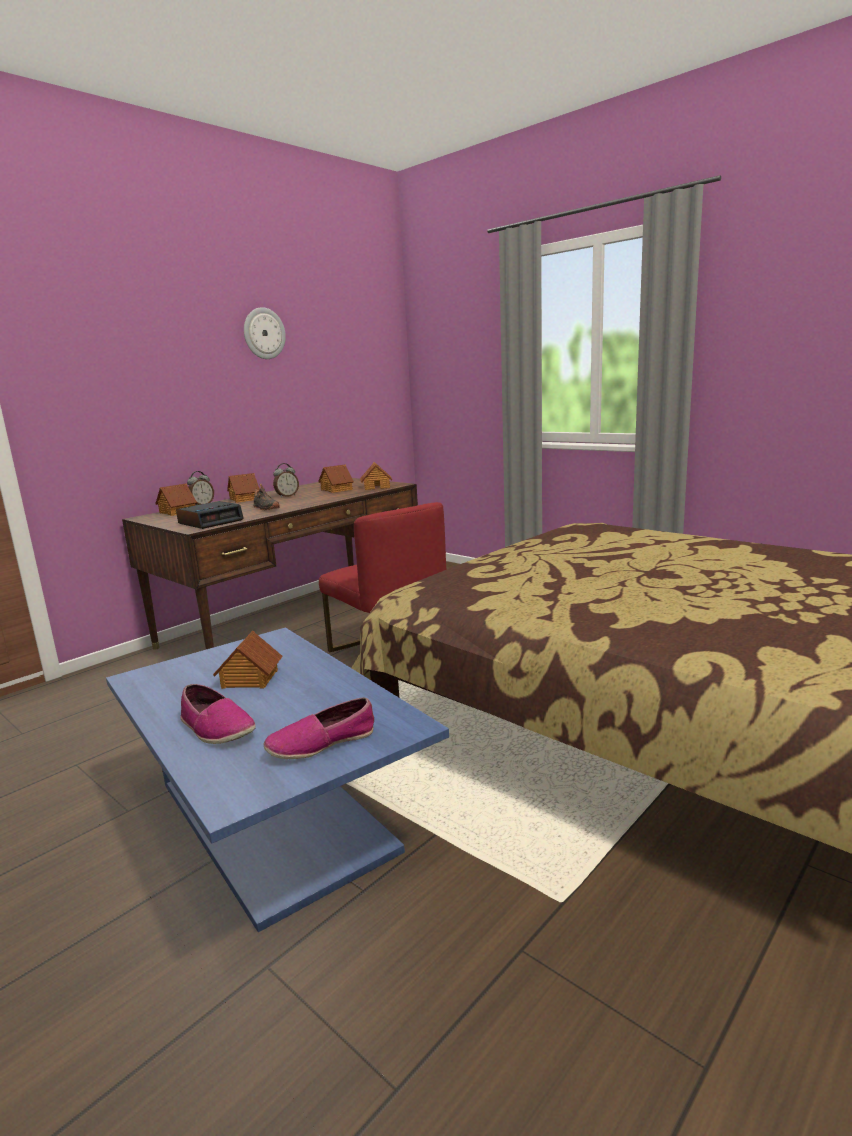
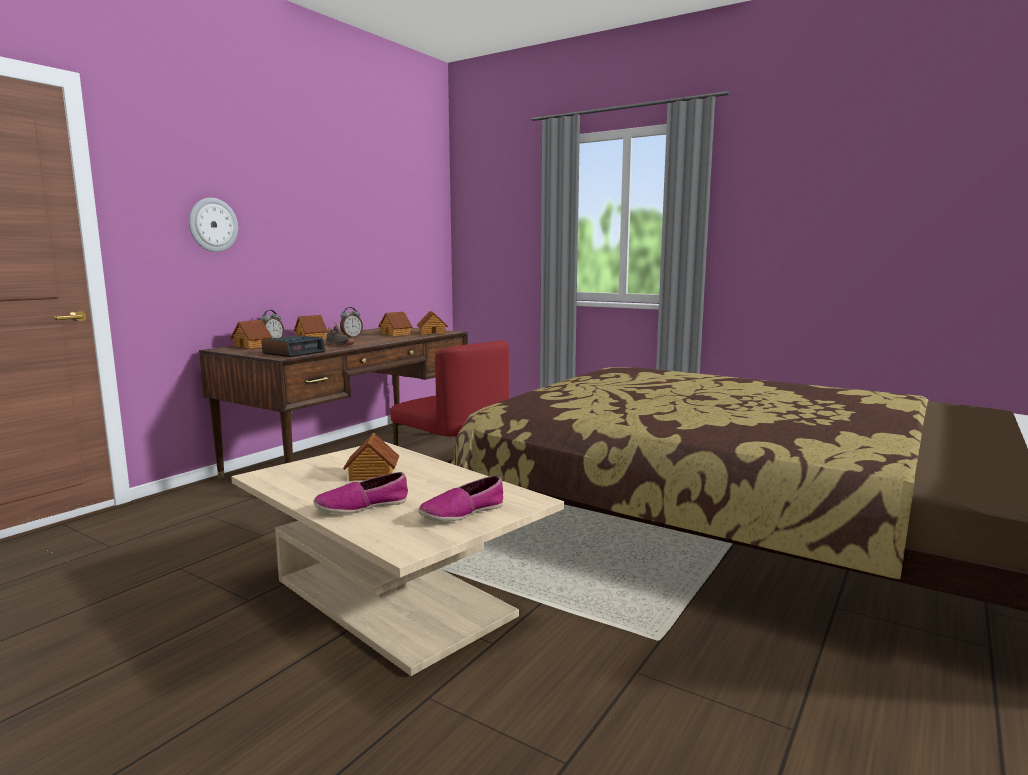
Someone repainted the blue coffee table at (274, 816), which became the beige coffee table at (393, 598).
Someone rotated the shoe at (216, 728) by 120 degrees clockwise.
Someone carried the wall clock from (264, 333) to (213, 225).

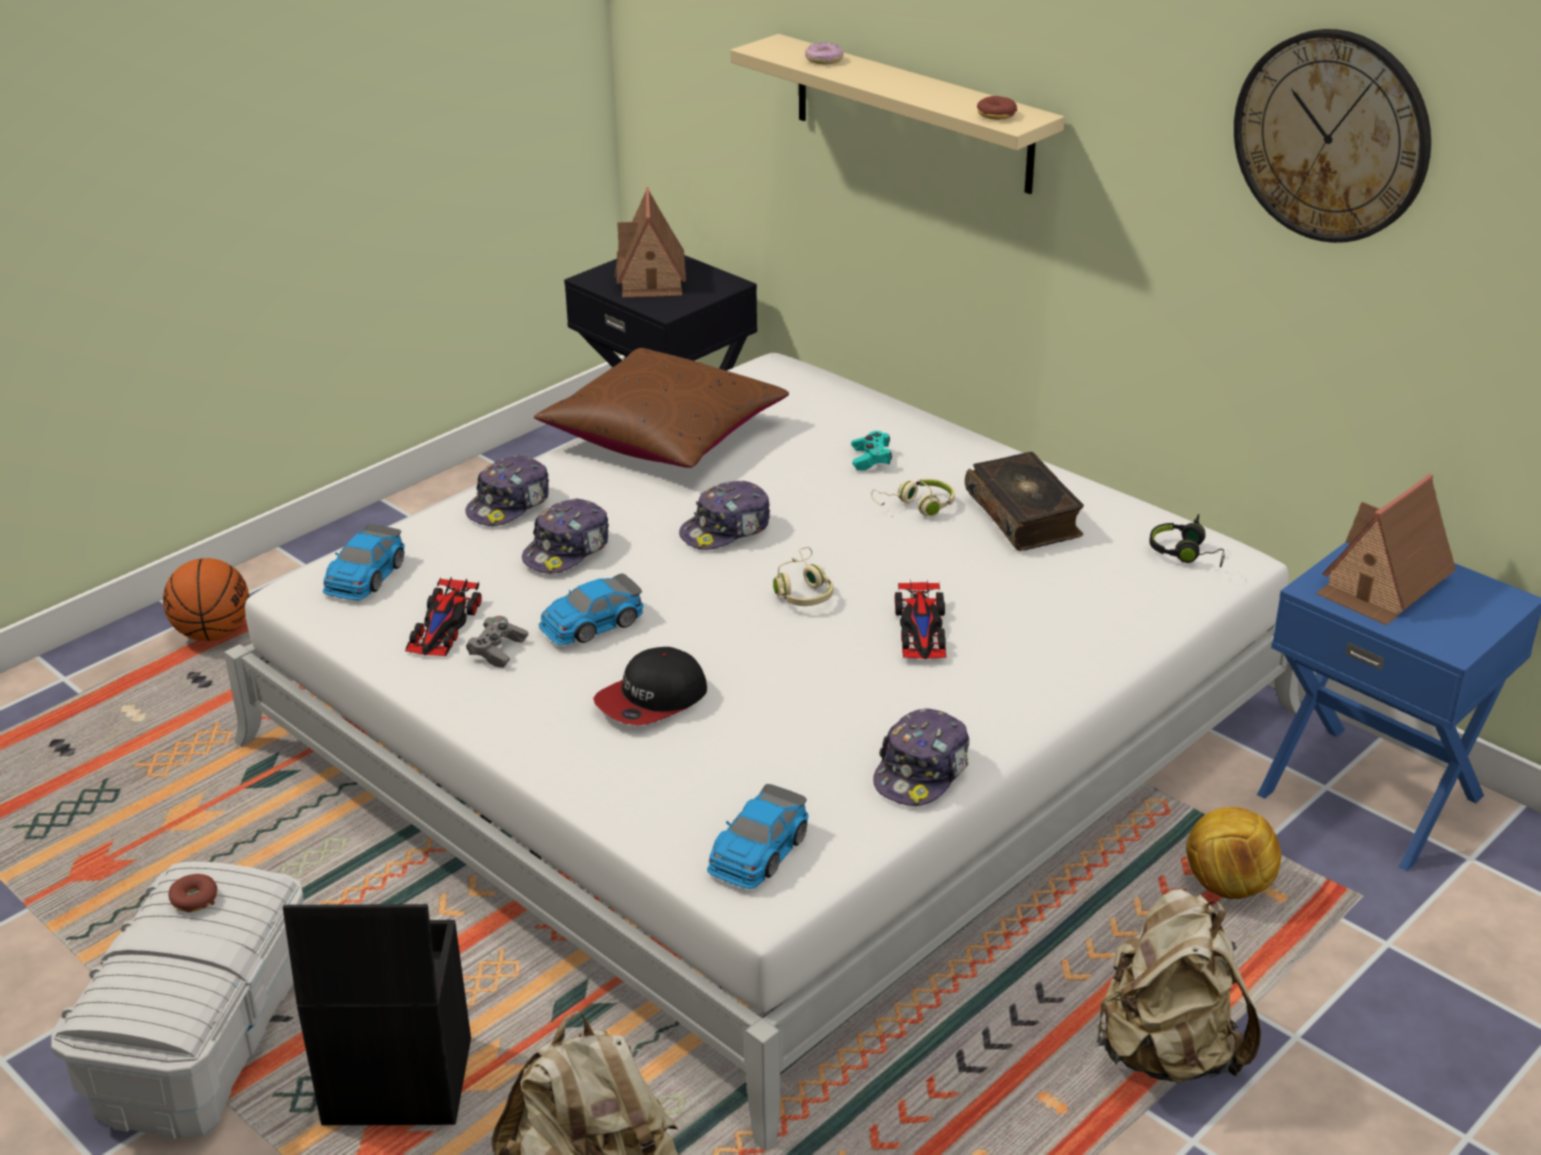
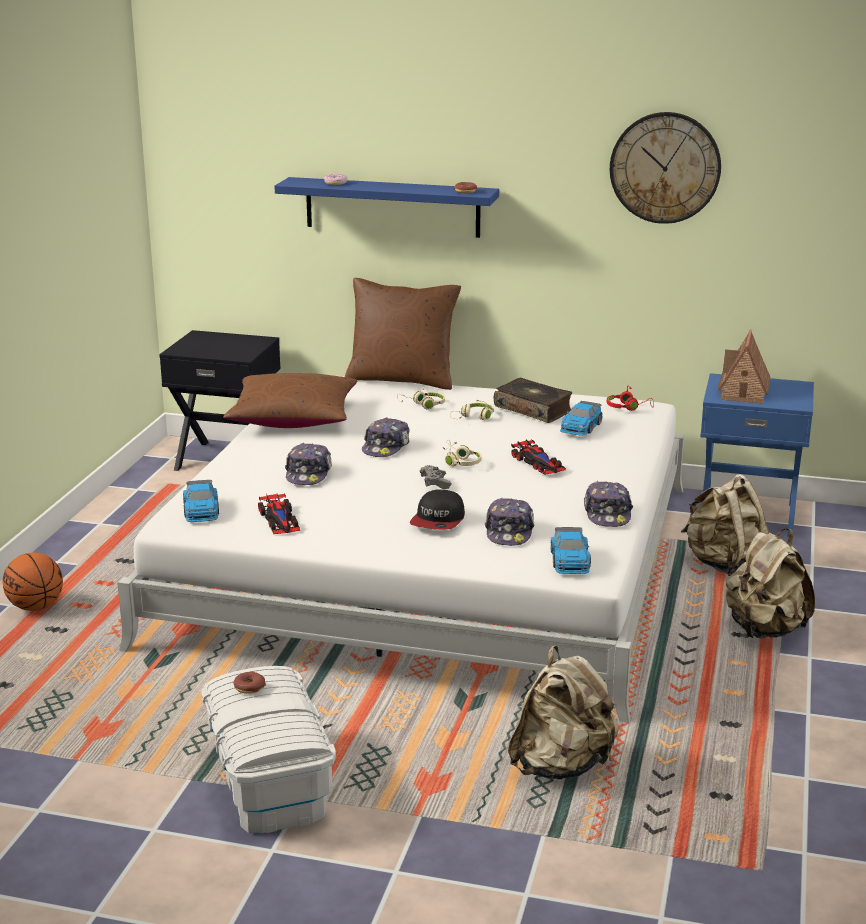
Someone took away the black storage box at (394, 1083).
Someone carried the cap from (510, 504) to (509, 532).
Someone carried the grey game controller from (498, 650) to (435, 483).
Someone carried the toy car from (591, 623) to (581, 427).
Someone took away the toy house at (651, 277).
Someone repainted the beige shelf at (912, 113), which became the blue shelf at (392, 207).
Someone swapped the turquoise game controller at (871, 459) for the beige headphones at (423, 405).
Someone repainted the black headphones at (1186, 553), which became the red headphones at (628, 407).
Someone swapped the football at (1226, 886) for the beige backpack at (723, 564).
Someone put down the brown pillow at (402, 379).

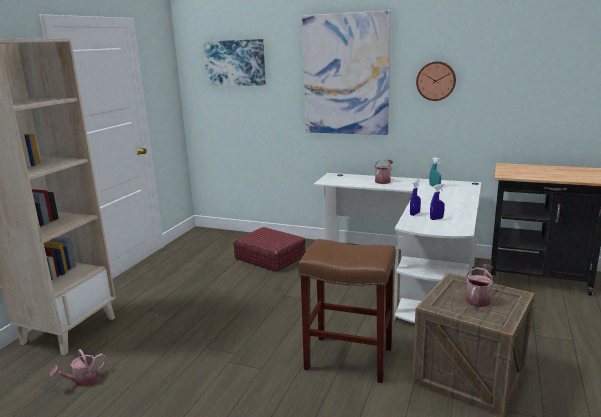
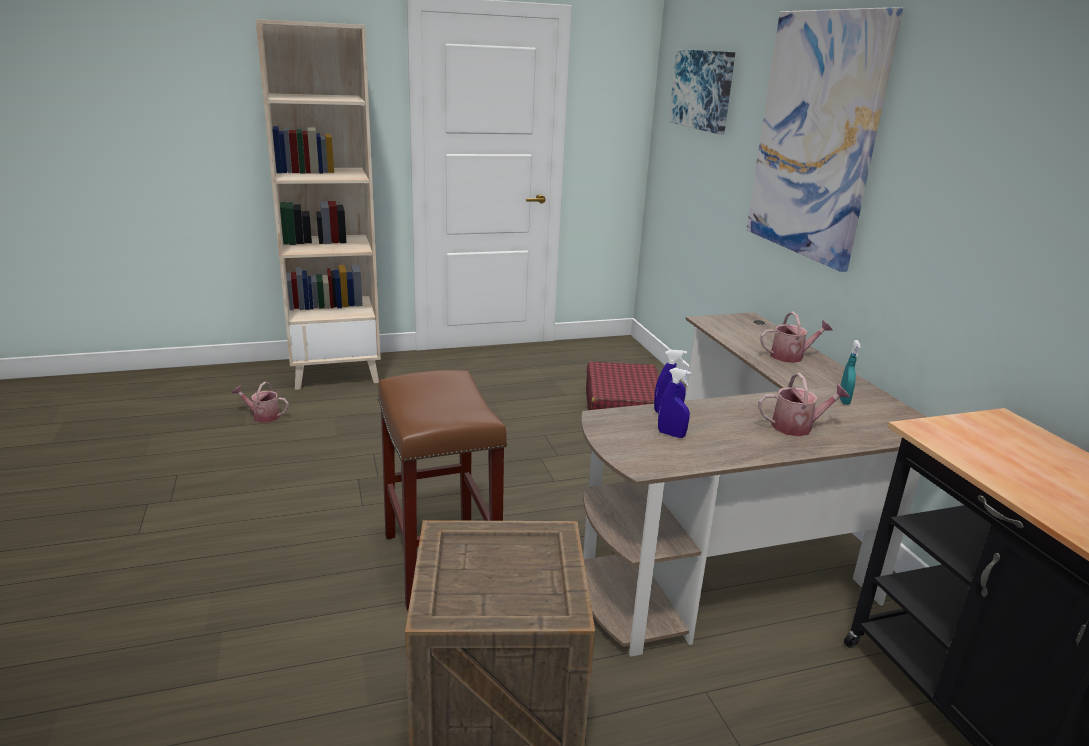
Someone repainted the white desk at (411, 276), which became the brown desk at (740, 544).
Someone took away the wall clock at (436, 81).
Someone carried the watering can from (478, 299) to (797, 427).

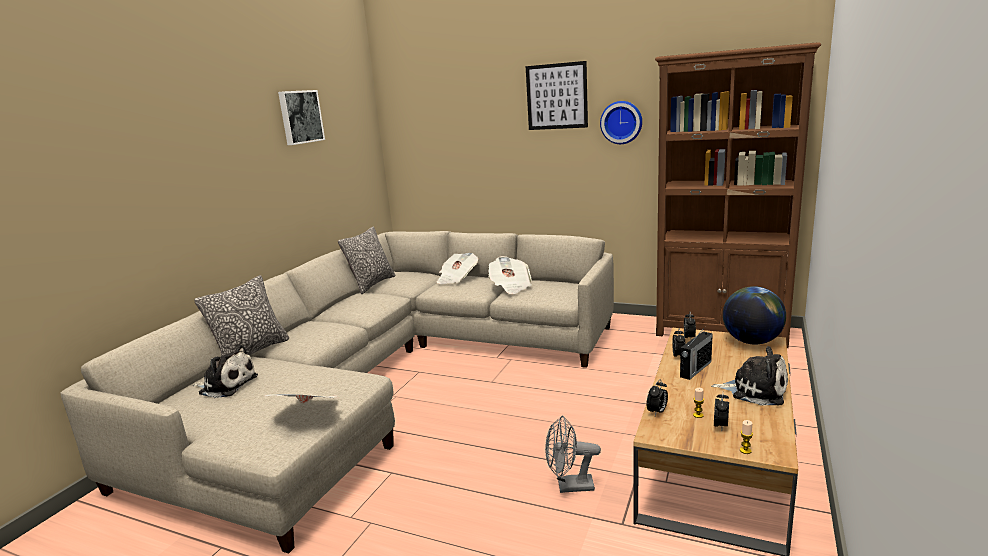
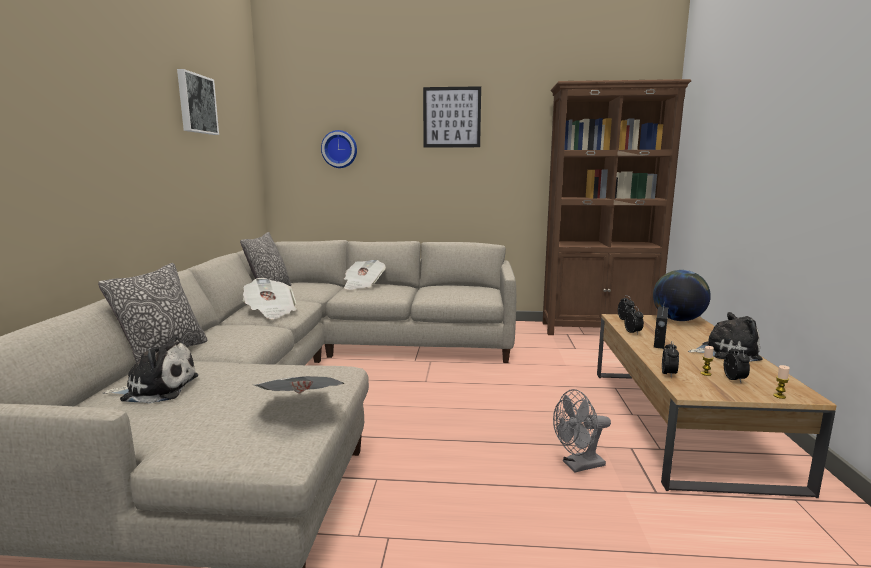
Someone carried the newspaper from (510, 286) to (271, 312).
Someone carried the wall clock from (621, 122) to (339, 149).

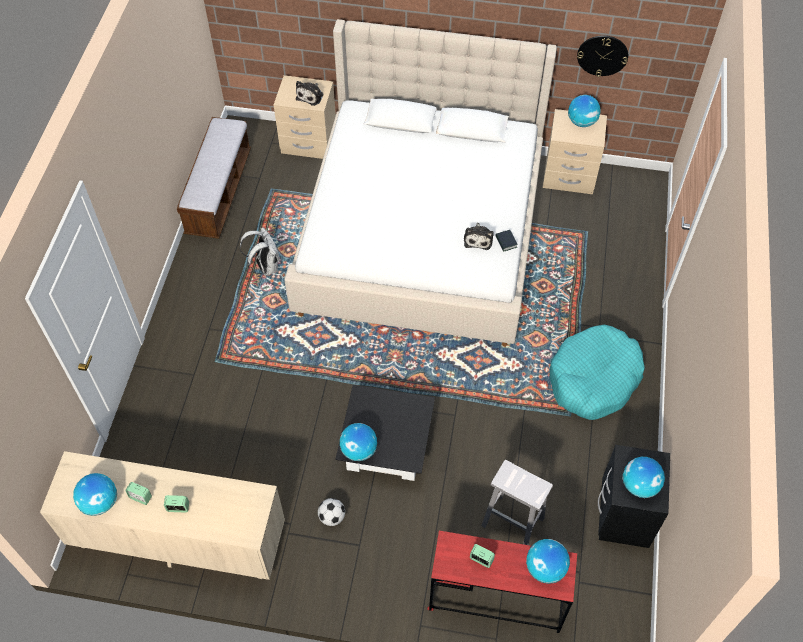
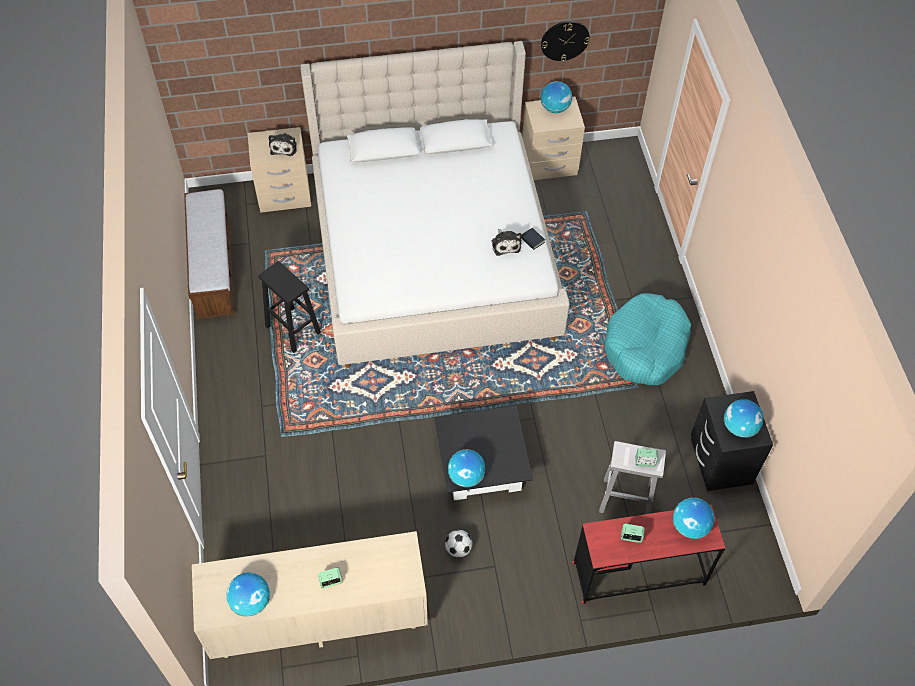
Someone carried the alarm clock from (140, 497) to (645, 462).
Someone swapped the white backpack at (265, 266) for the black stool at (292, 329).

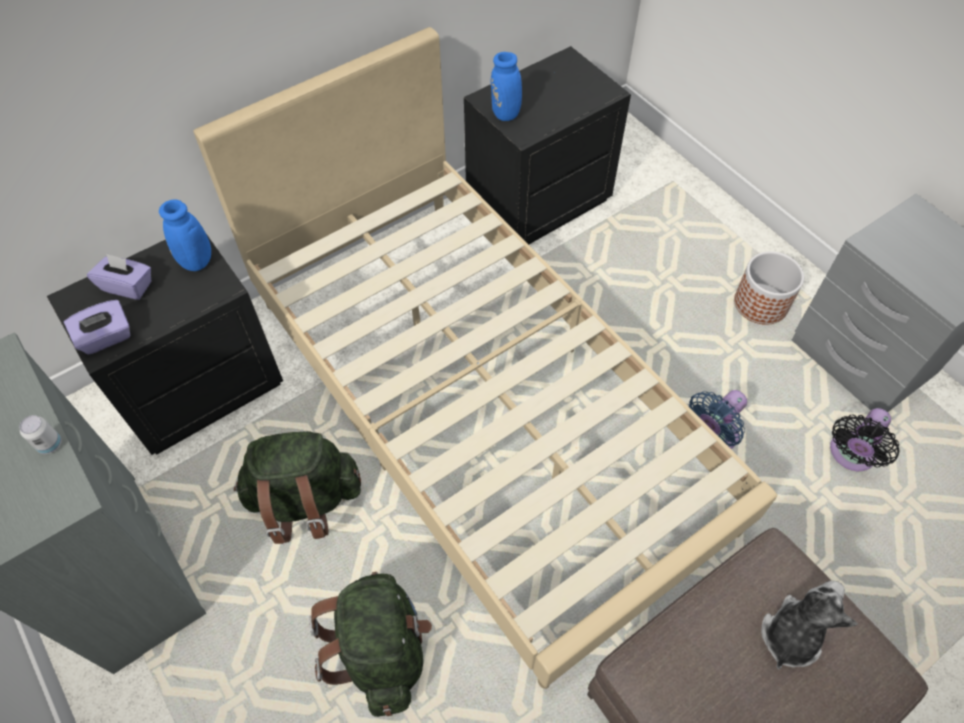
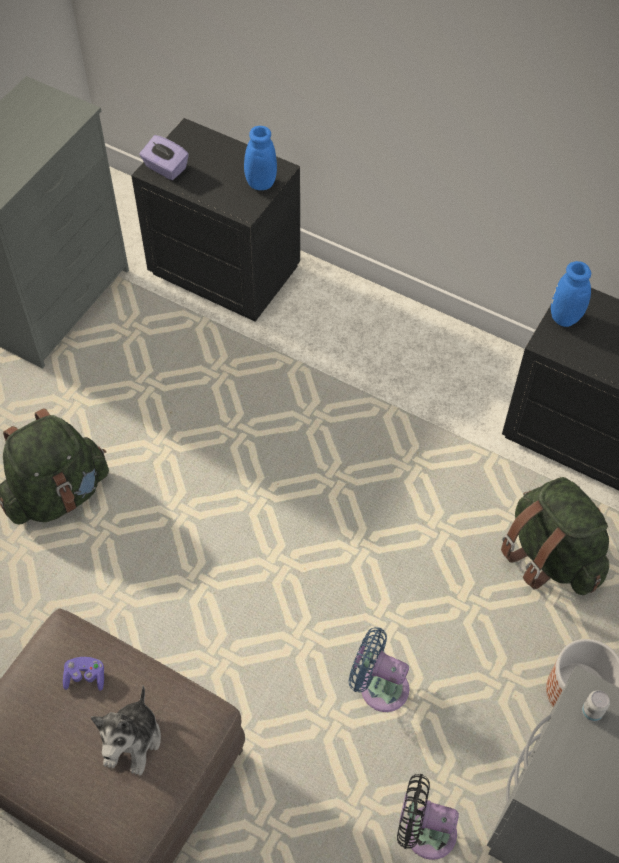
Someone carried the can from (50, 444) to (592, 712).
Someone took away the purple tissue box at (128, 286).
Someone took away the beige bed at (481, 407).
Someone carried the green backpack from (305, 500) to (551, 556).
Someone rotated the plush toy at (791, 634) by 90 degrees clockwise.
Someone put down the purple game controller at (85, 677).

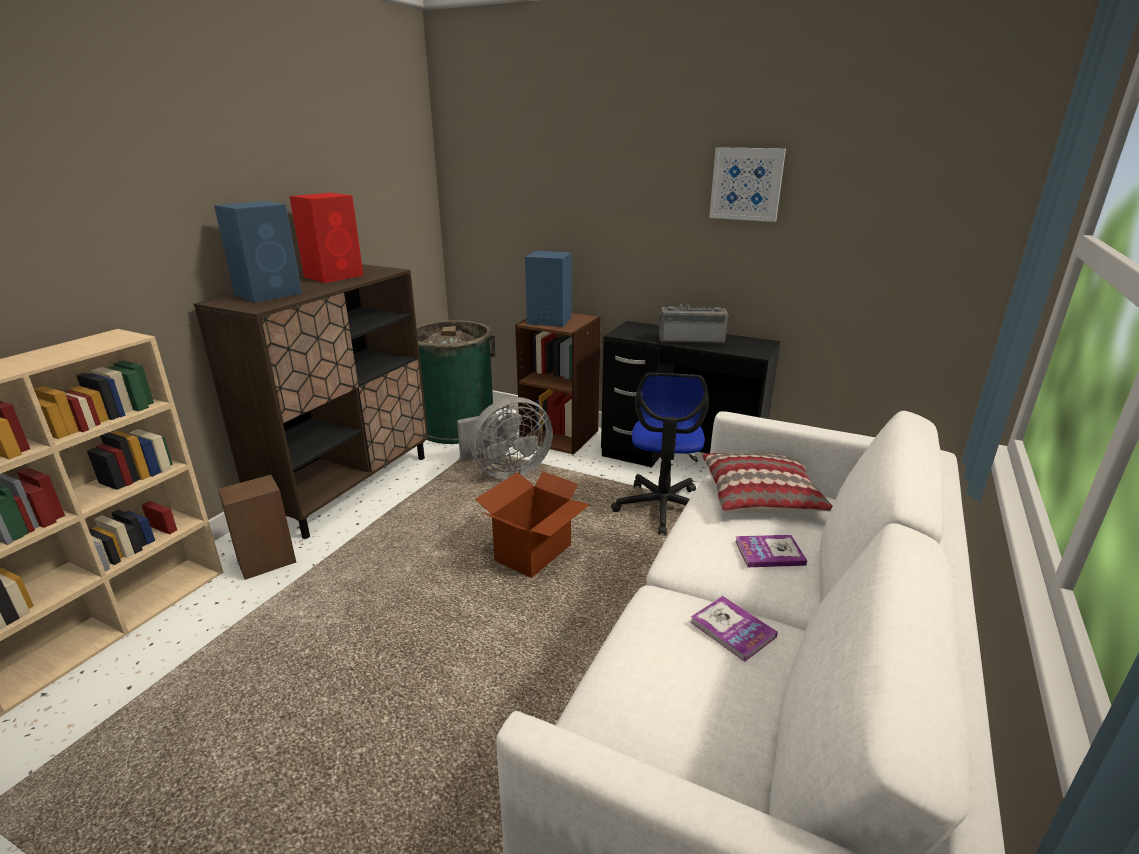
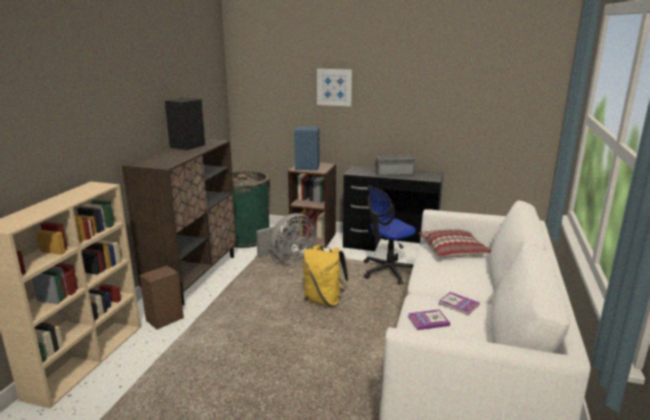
Someone took away the blue speaker at (270, 294).
Someone repainted the red speaker at (335, 276), which became the black speaker at (188, 146).
Someone swapped the cardboard box at (534, 554) for the yellow backpack at (324, 300).
Someone rotated the office chair at (662, 507) by 60 degrees clockwise.
Someone carried the picture from (746, 184) to (334, 87).
Someone carried the book from (769, 552) to (428, 321).

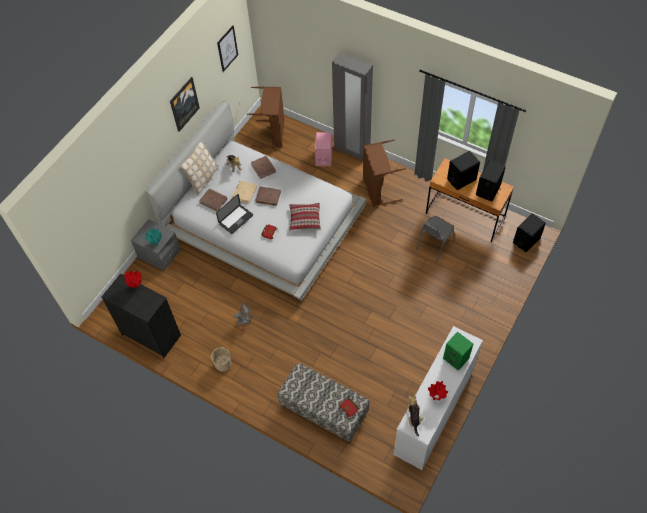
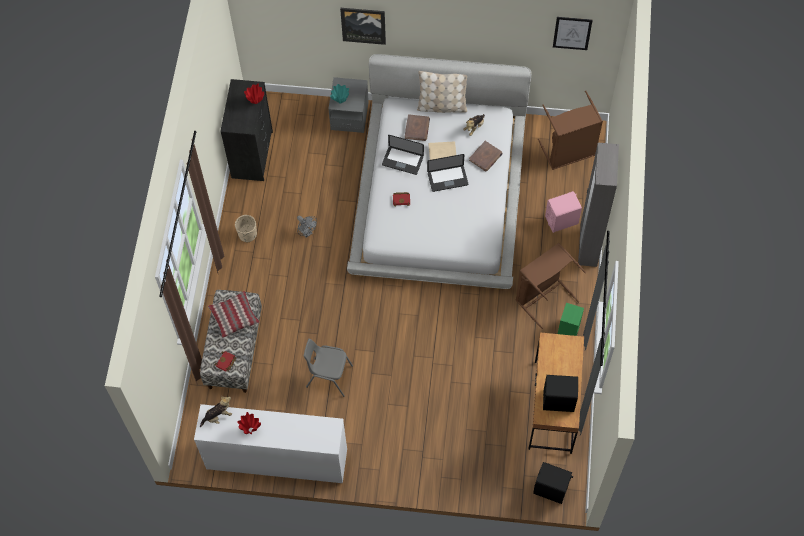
Someone carried the picture from (184, 104) to (363, 25).
Someone swapped the brown book at (268, 197) for the laptop at (447, 179).
Someone carried the pillow from (304, 219) to (234, 317).
Someone carried the grey chair from (434, 245) to (328, 376).
Someone carried the green speaker from (456, 358) to (569, 330).
Someone took away the black speaker at (461, 179).

